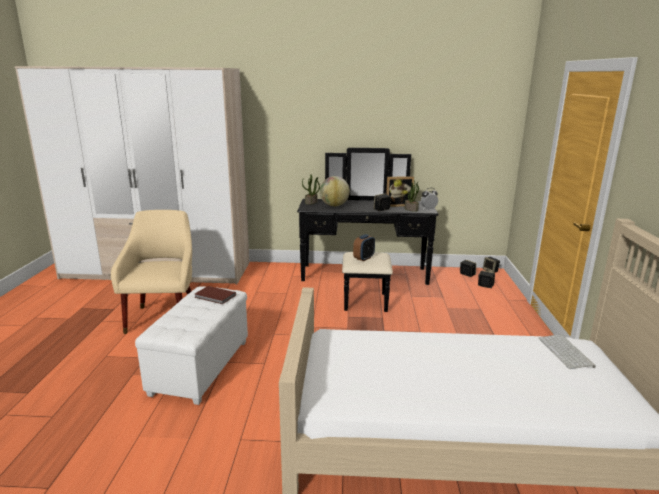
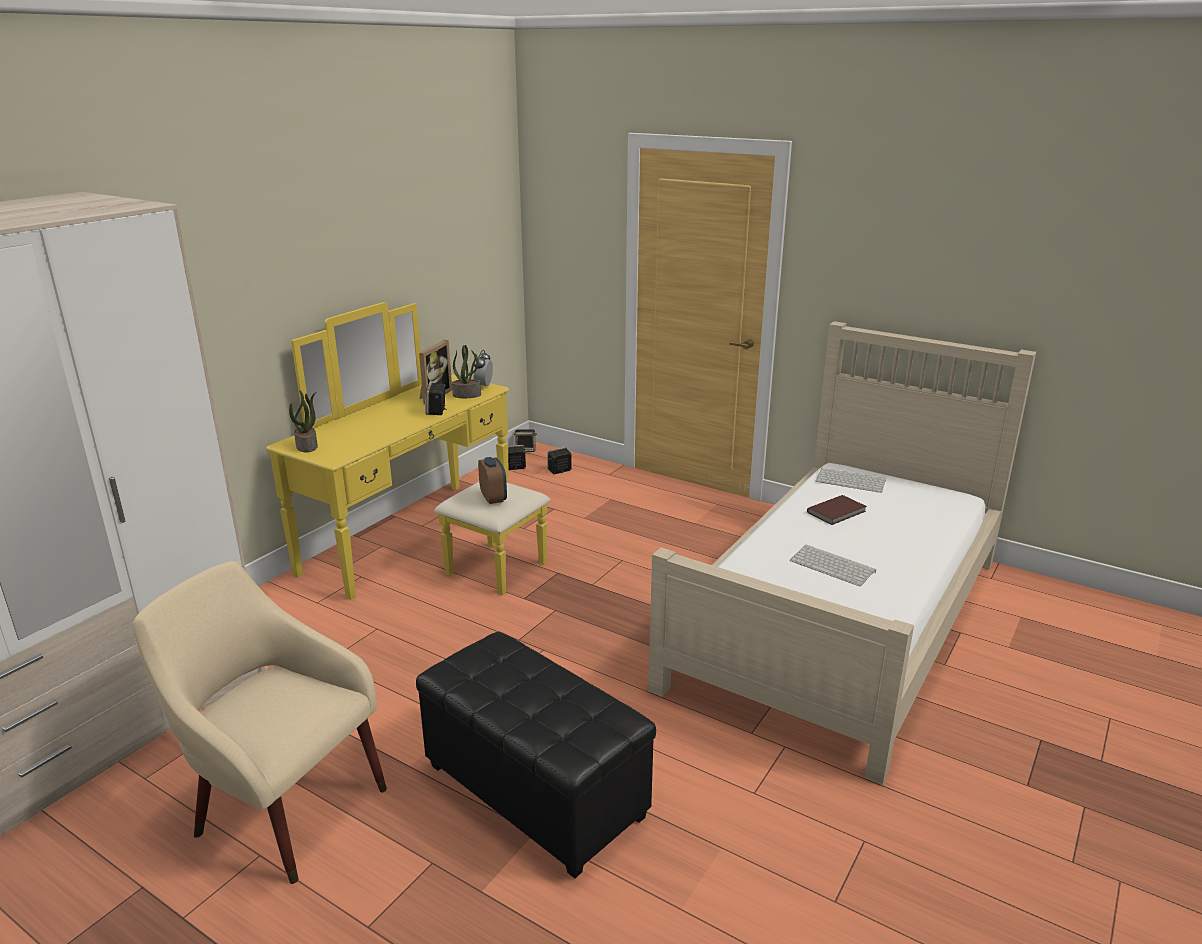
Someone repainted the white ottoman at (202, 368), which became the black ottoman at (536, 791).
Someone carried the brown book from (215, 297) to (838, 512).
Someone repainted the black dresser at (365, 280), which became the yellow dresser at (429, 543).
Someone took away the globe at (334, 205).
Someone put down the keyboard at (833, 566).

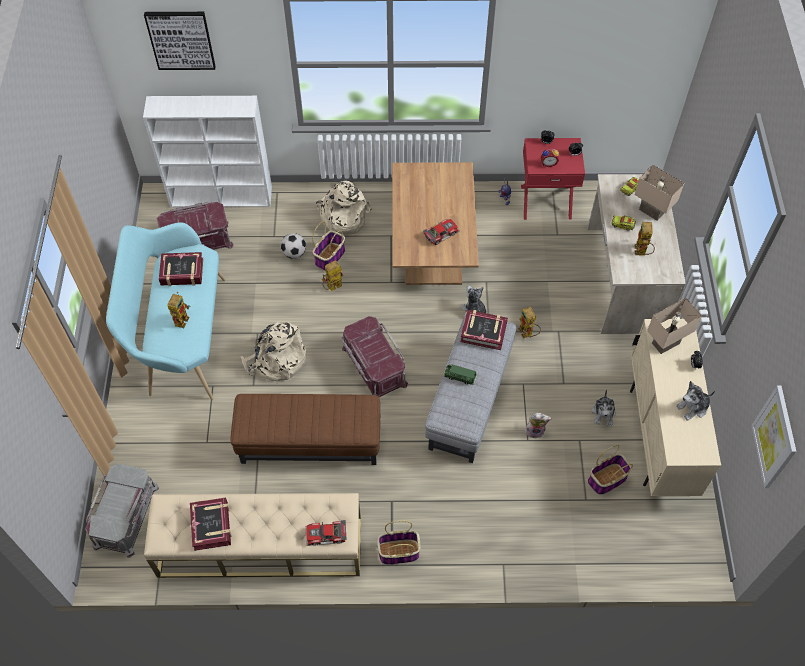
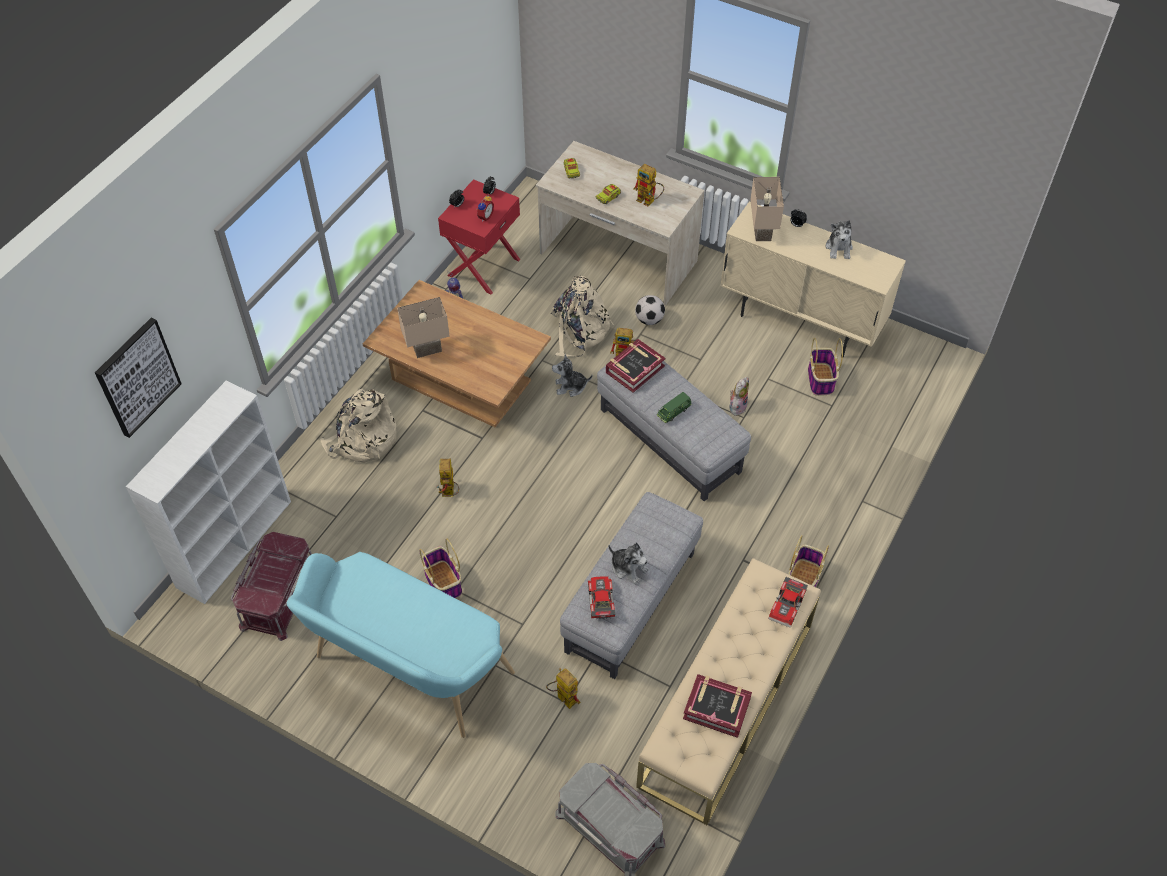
Someone took away the book at (182, 272).
Someone carried the toy robot from (182, 318) to (563, 697).
Someone repainted the brown ottoman at (310, 443), which became the grey ottoman at (630, 601).
Someone carried the beige backpack from (276, 361) to (579, 331).
Someone carried the football from (294, 253) to (649, 320).
Someone carried the basket from (330, 256) to (442, 581).
Someone took away the red storage box at (373, 366).
Someone carried the toy car from (440, 233) to (599, 600).
Someone carried the plush toy from (603, 413) to (628, 568).
Someone carried the beige table lamp from (650, 211) to (427, 350).
Someone took away the picture at (774, 437).

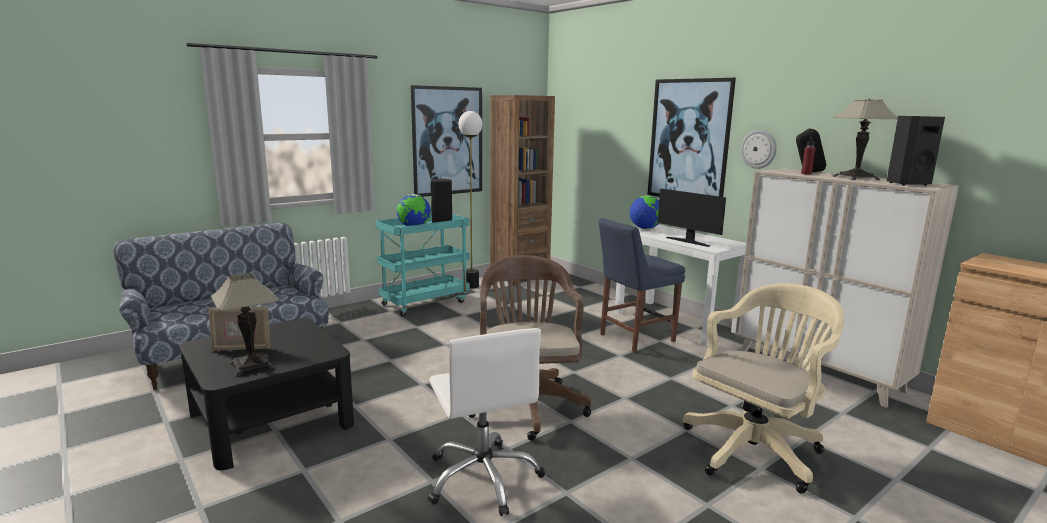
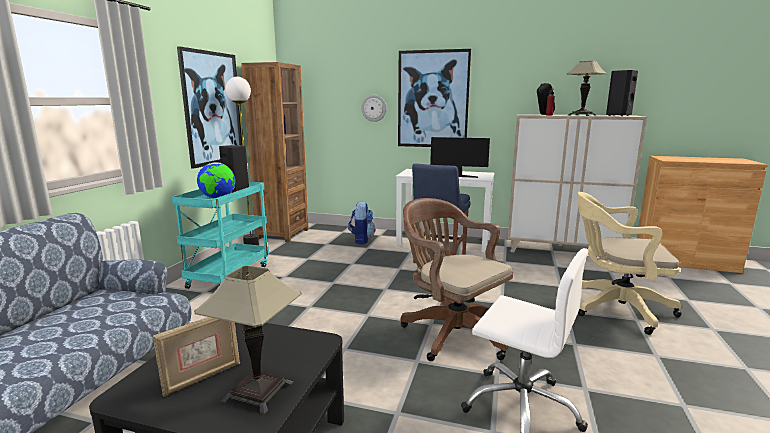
Someone took away the globe at (645, 228).
Someone rotated the beige office chair at (755, 448) by 90 degrees counterclockwise.
Someone carried the wall clock from (759, 149) to (374, 108).
Someone put down the backpack at (361, 240).

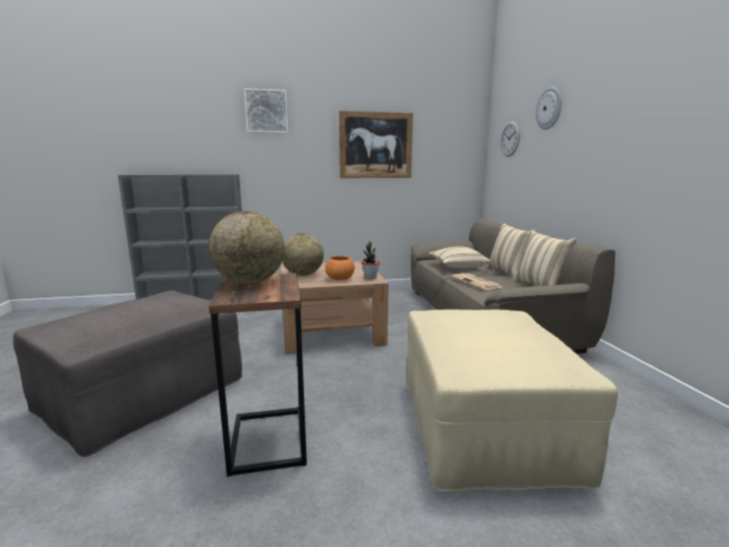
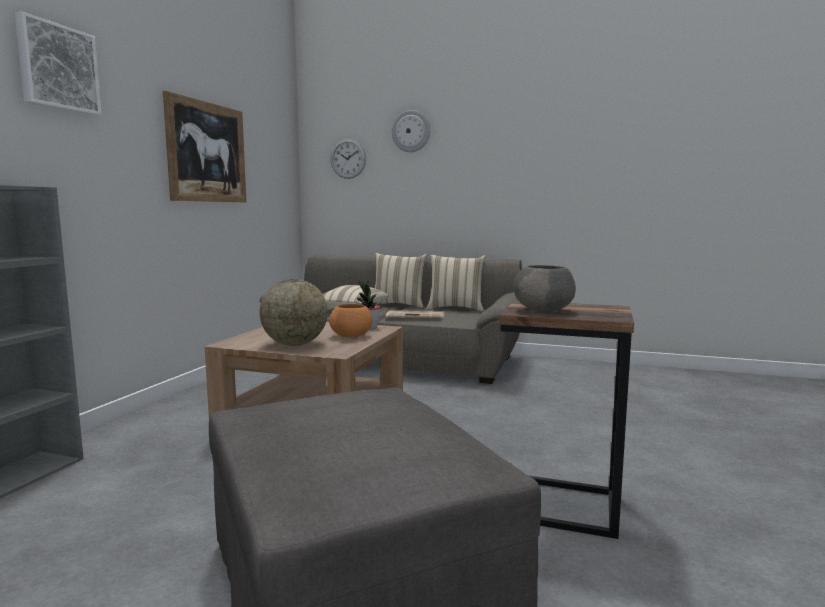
Someone swapped the globe at (250, 282) for the grey bowl at (544, 310).
Someone took away the beige ottoman at (485, 428).

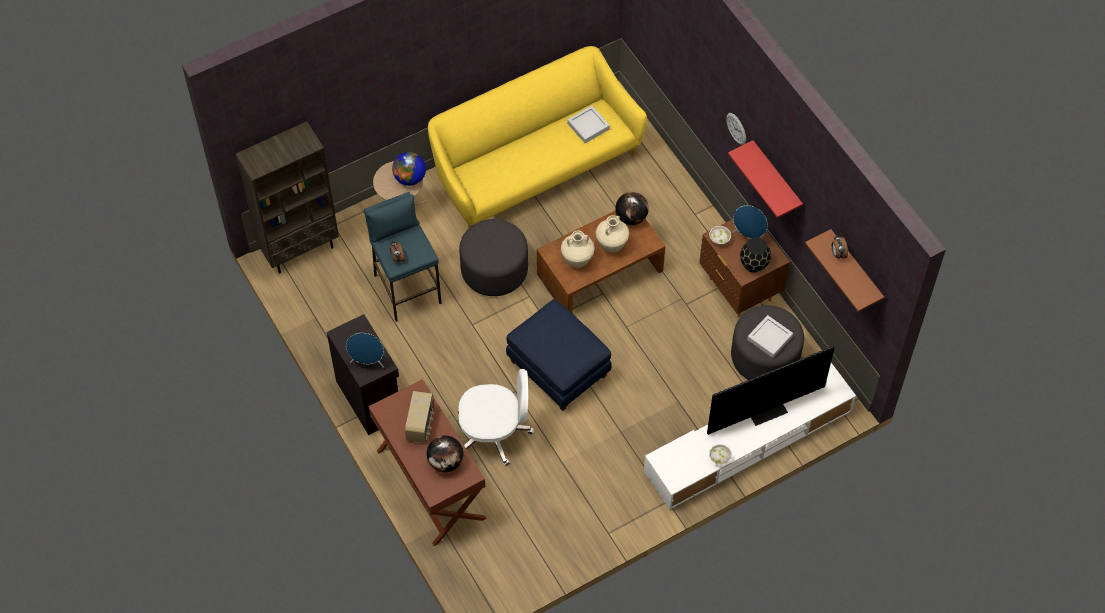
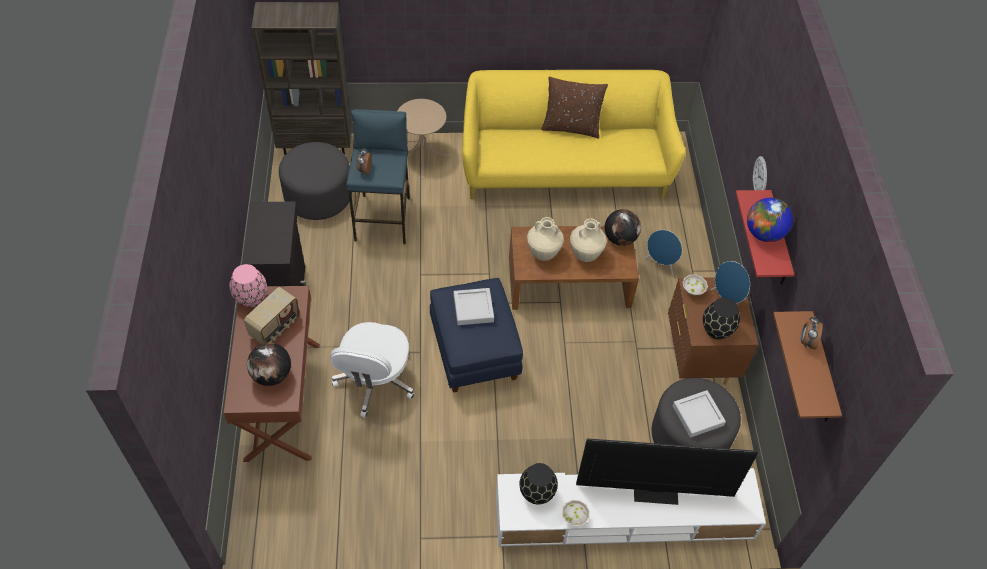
Someone carried the blue speaker from (368, 362) to (660, 264).
Someone carried the globe from (410, 178) to (764, 233).
Someone rotated the white office chair at (494, 433) by 75 degrees clockwise.
Someone carried the grey ottoman from (494, 270) to (318, 196).
Someone carried the grey tray from (588, 126) to (473, 309).
Someone put down the pink vase at (251, 298).
Someone put down the black vase at (537, 493).
Someone put down the brown pillow at (571, 127).

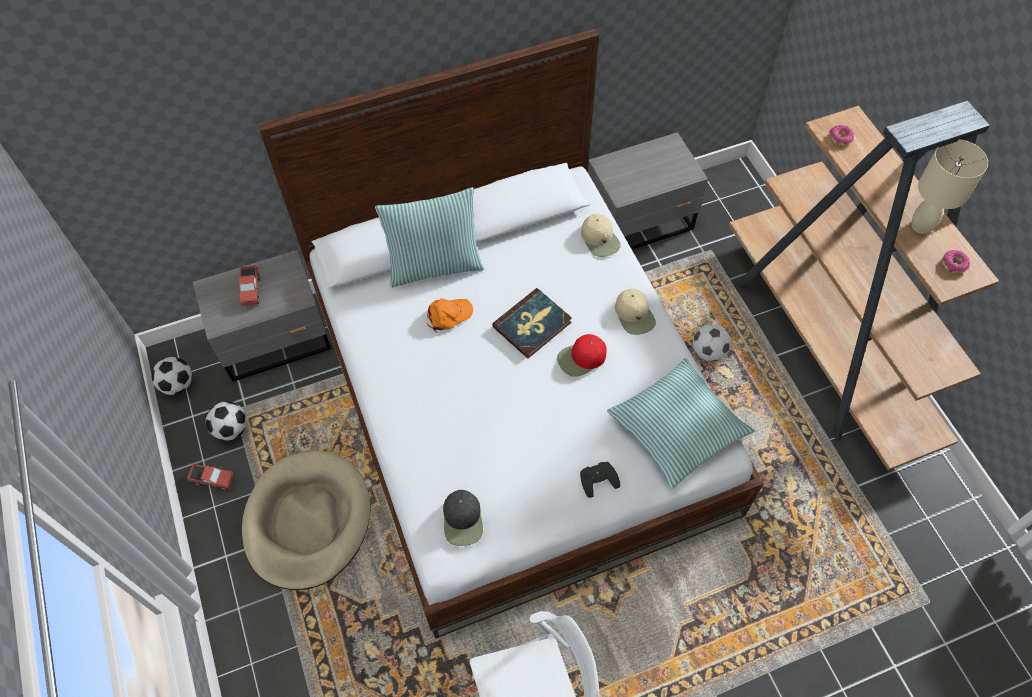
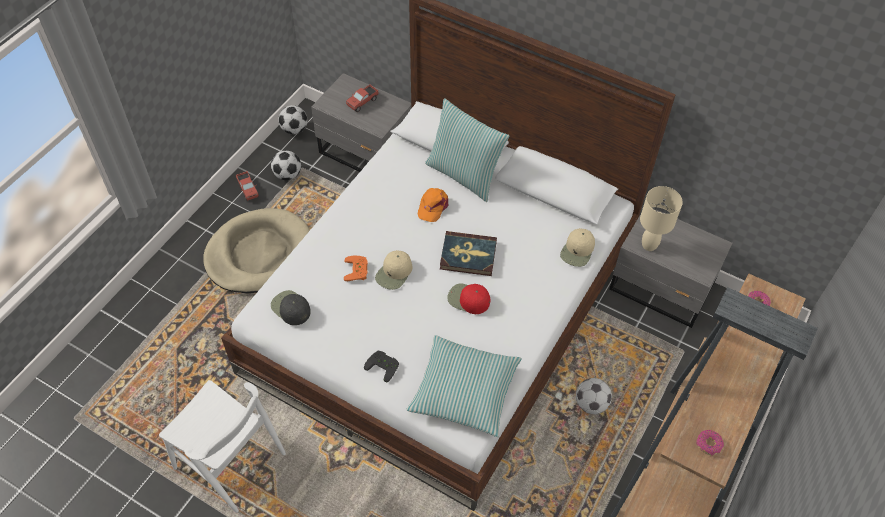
Someone rotated the orange cap at (448, 315) by 90 degrees clockwise.
Someone rotated the black cap at (463, 520) by 90 degrees clockwise.
Someone carried the beige cap from (635, 315) to (394, 273).
Someone carried the beige table lamp from (921, 225) to (649, 245).
Someone put down the orange game controller at (358, 270).

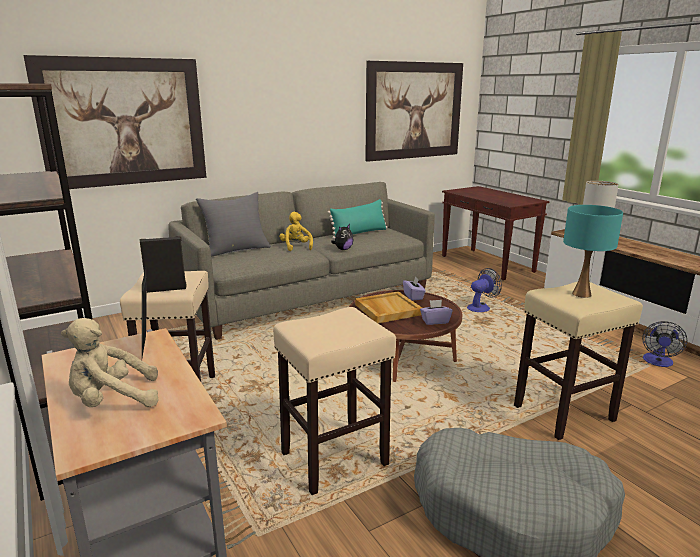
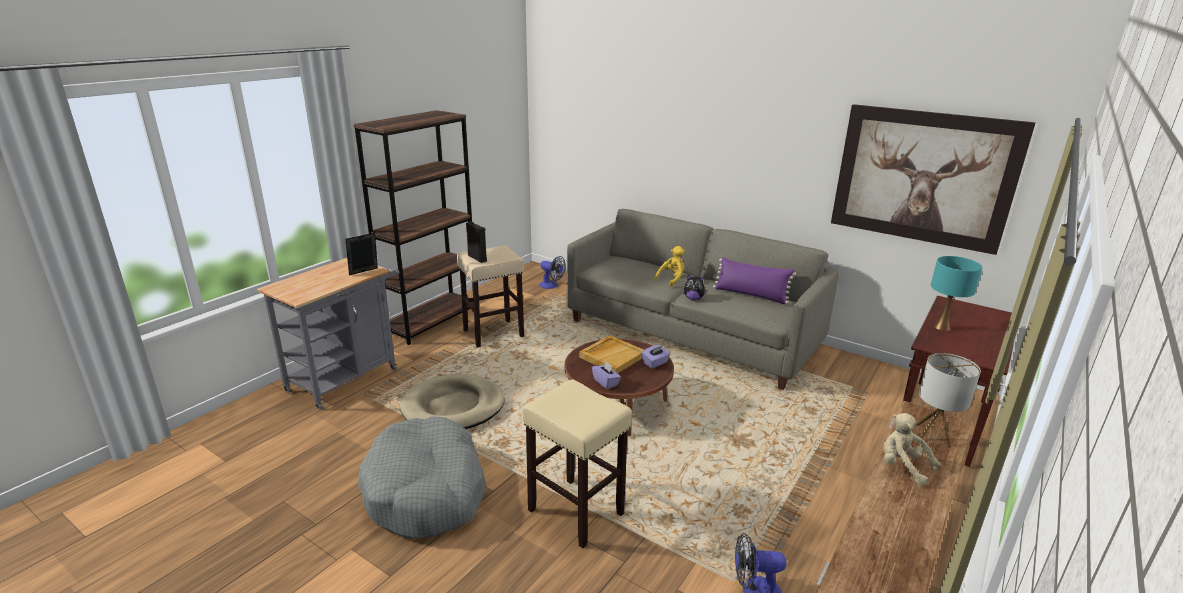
Someone took away the picture at (124, 122).
Someone carried the beige plush toy from (112, 401) to (902, 467).
Someone took away the grey pillow at (236, 250).
Someone swapped the beige stool at (335, 458) for the beige dog bed at (453, 407).
Someone repainted the turquoise pillow at (359, 233), which became the purple pillow at (751, 295).
Someone carried the fan from (481, 307) to (552, 286).
Someone carried the turquoise table lamp from (581, 294) to (942, 327).

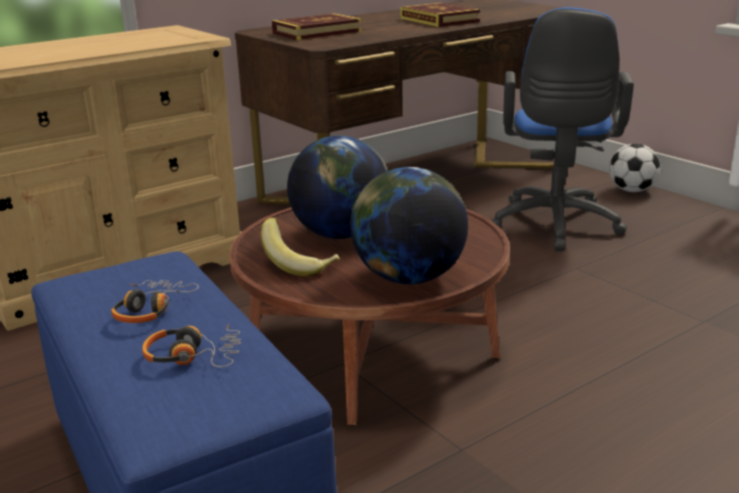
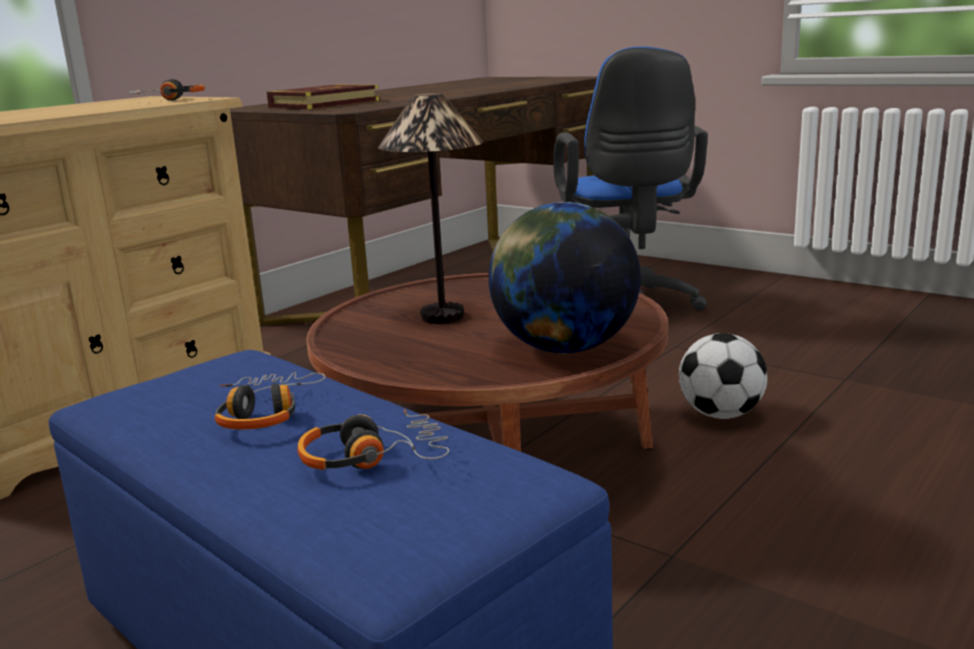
Someone took away the banana at (300, 265).
Someone swapped the globe at (341, 234) for the table lamp at (443, 316).
Someone took away the book at (439, 20).
Someone carried the football from (631, 190) to (720, 415).
Someone put down the headphones at (168, 100).

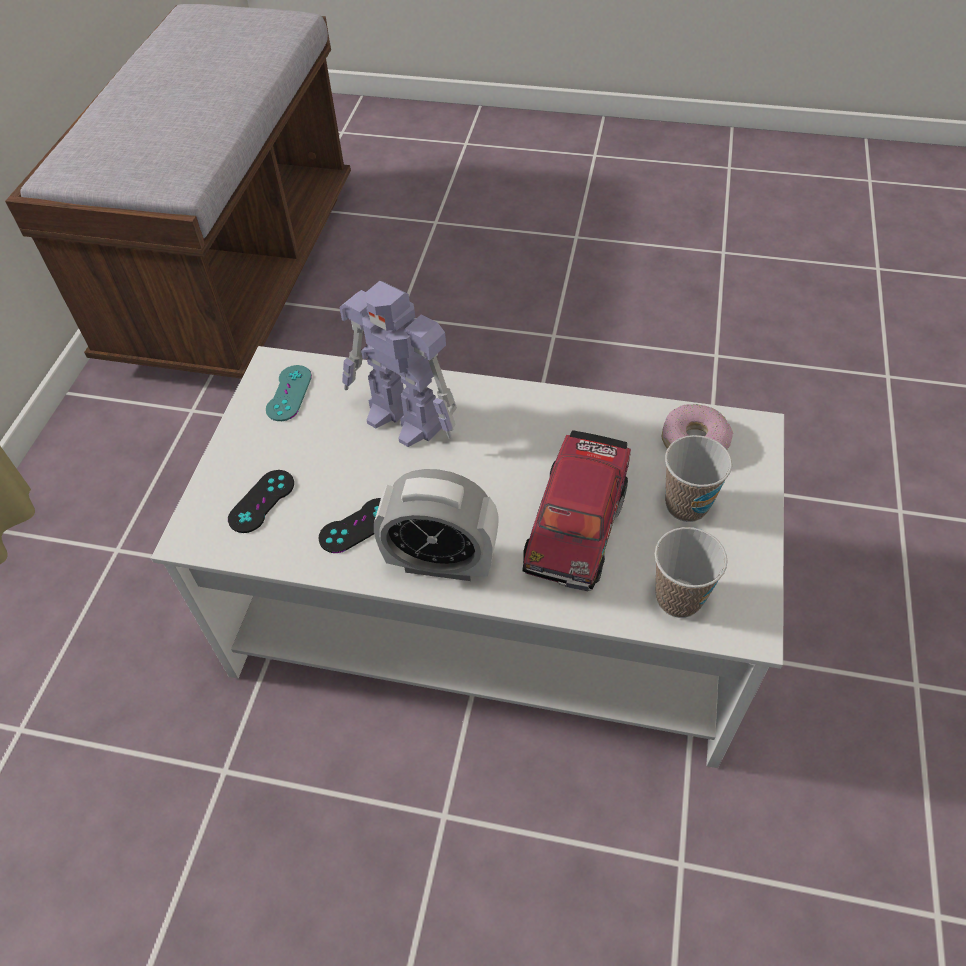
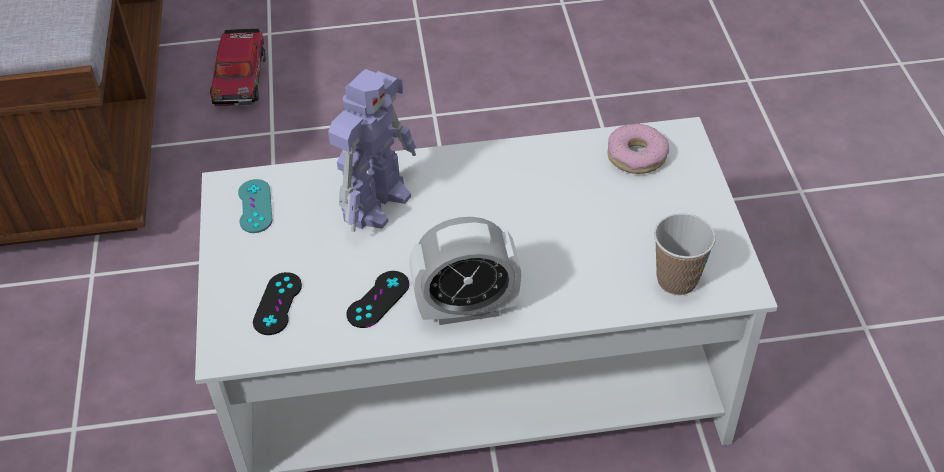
Someone rotated the toy robot at (406, 420) by 75 degrees counterclockwise.
Someone carried the toy car from (578, 520) to (240, 76).
Someone took away the cup at (686, 505).

